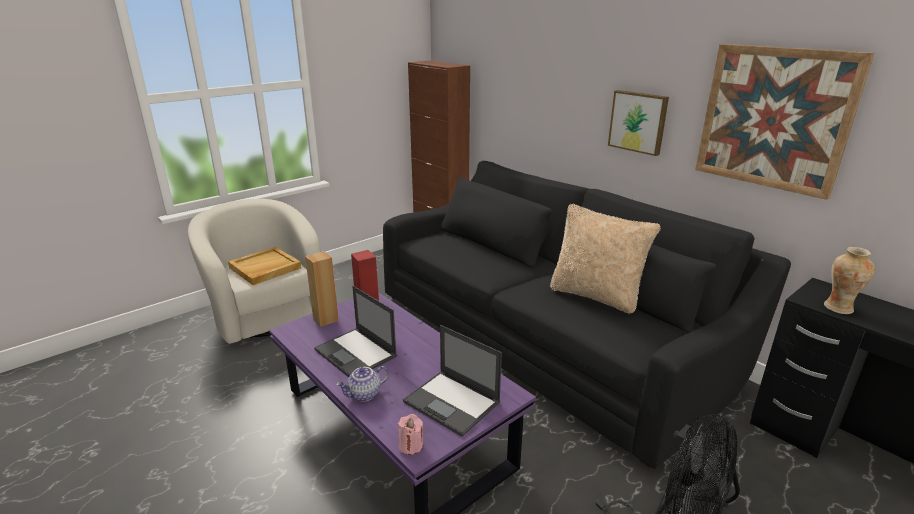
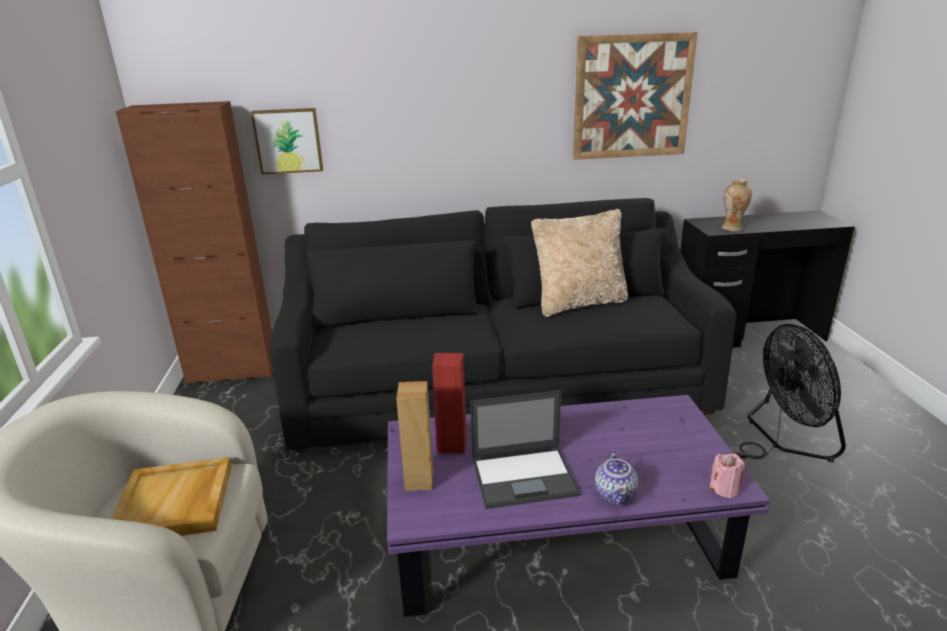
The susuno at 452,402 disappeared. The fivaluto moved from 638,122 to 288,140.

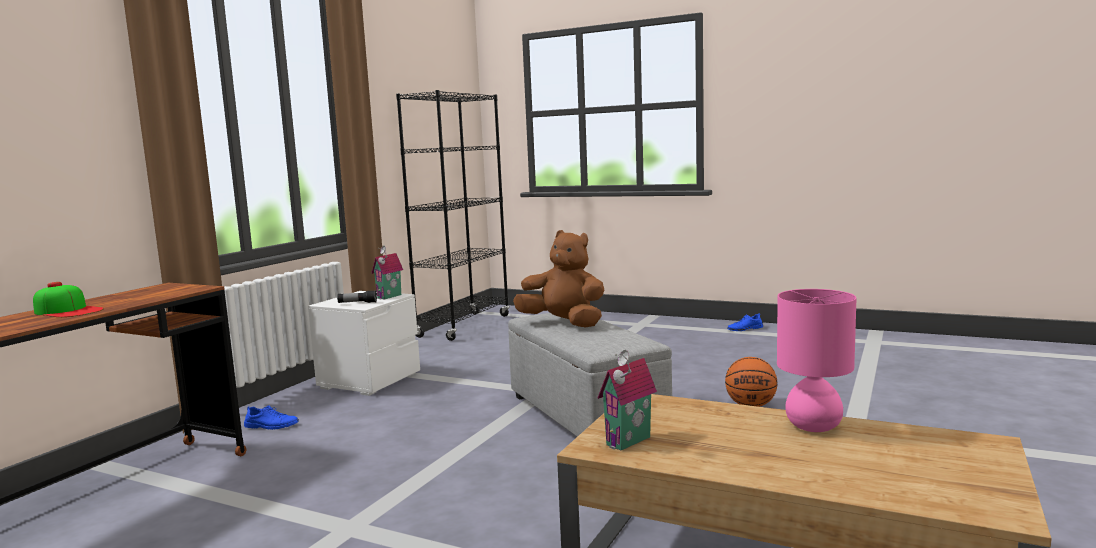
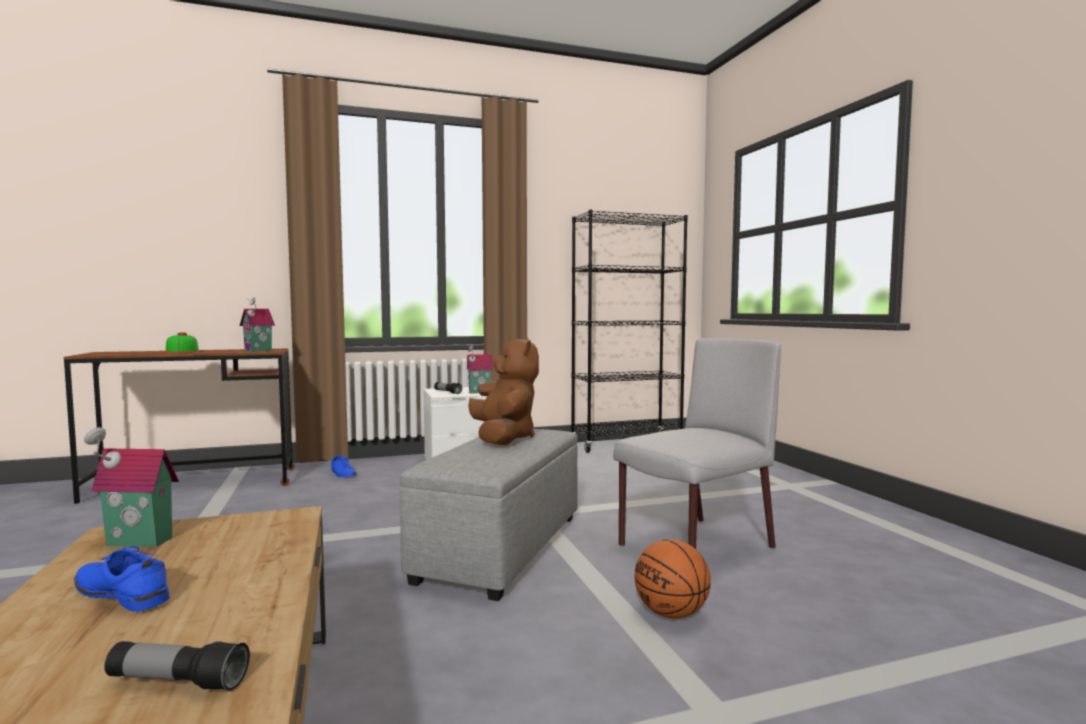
The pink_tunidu at 813,427 disappeared. The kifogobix at 177,682 appeared. The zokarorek at 259,351 appeared. The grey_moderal at 694,547 appeared. The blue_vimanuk moved from 744,329 to 122,594.

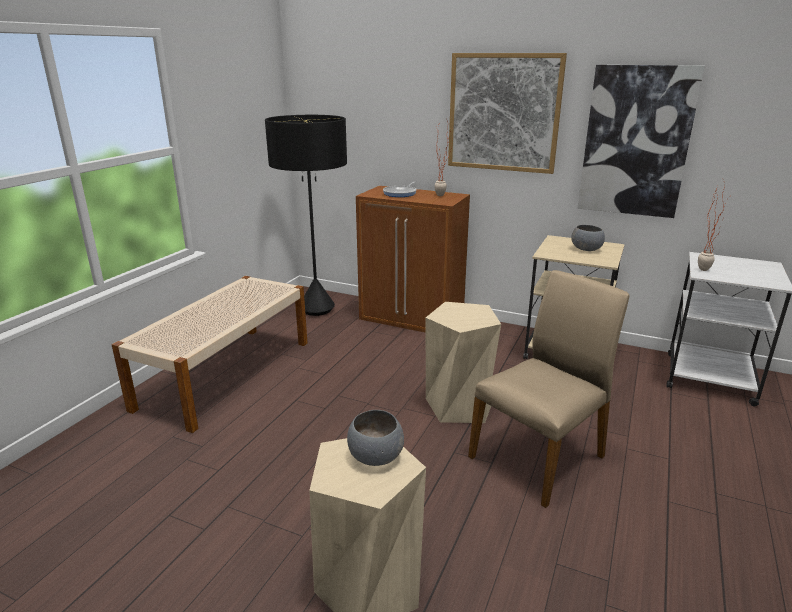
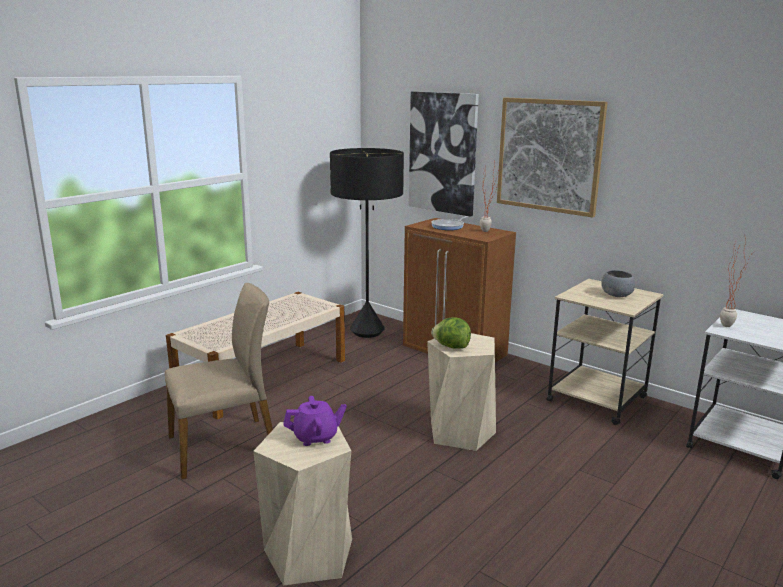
The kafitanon at 451,347 appeared. The beige_moderal moved from 539,457 to 224,445. The fivaluto moved from 636,142 to 443,153. The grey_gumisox at 375,457 was replaced by the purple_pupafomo at 316,437.

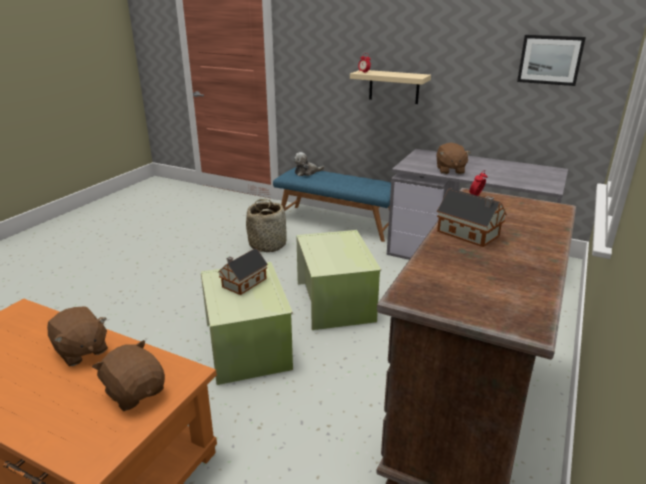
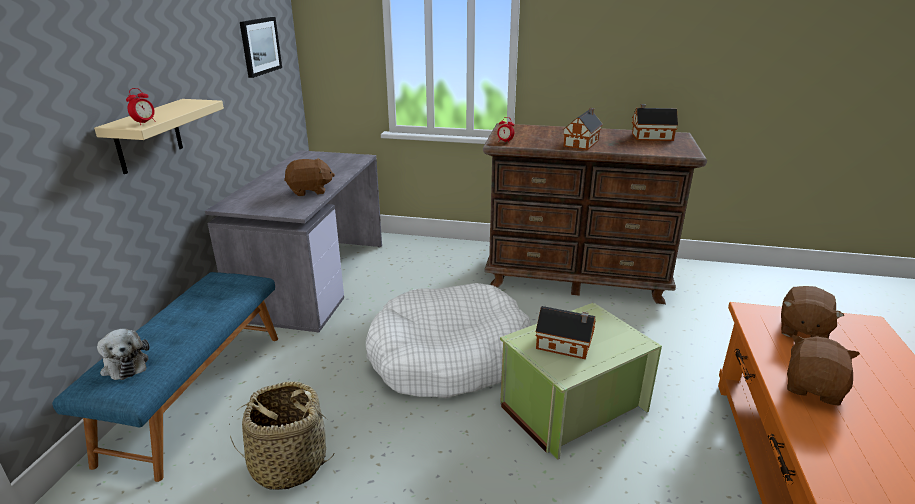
The zokarorek at 650,137 appeared. The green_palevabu at 336,301 was replaced by the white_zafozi at 448,356.

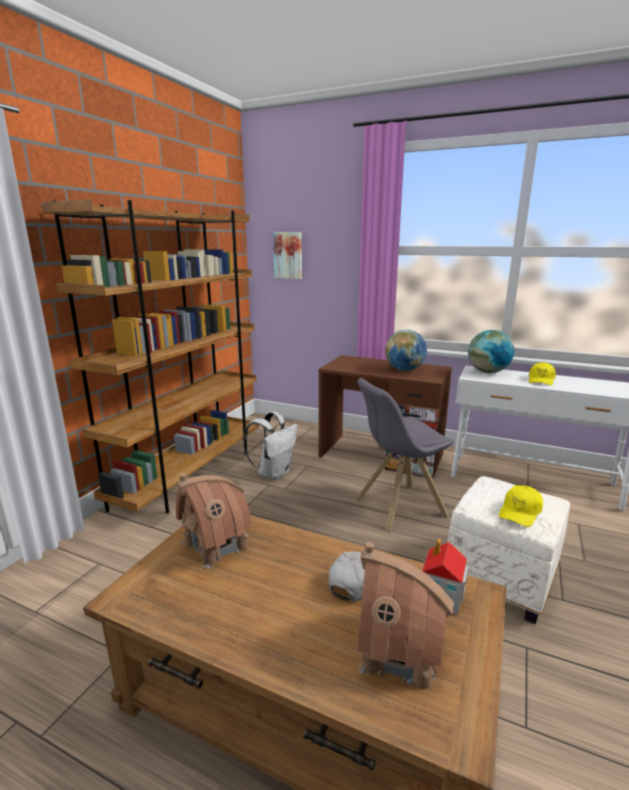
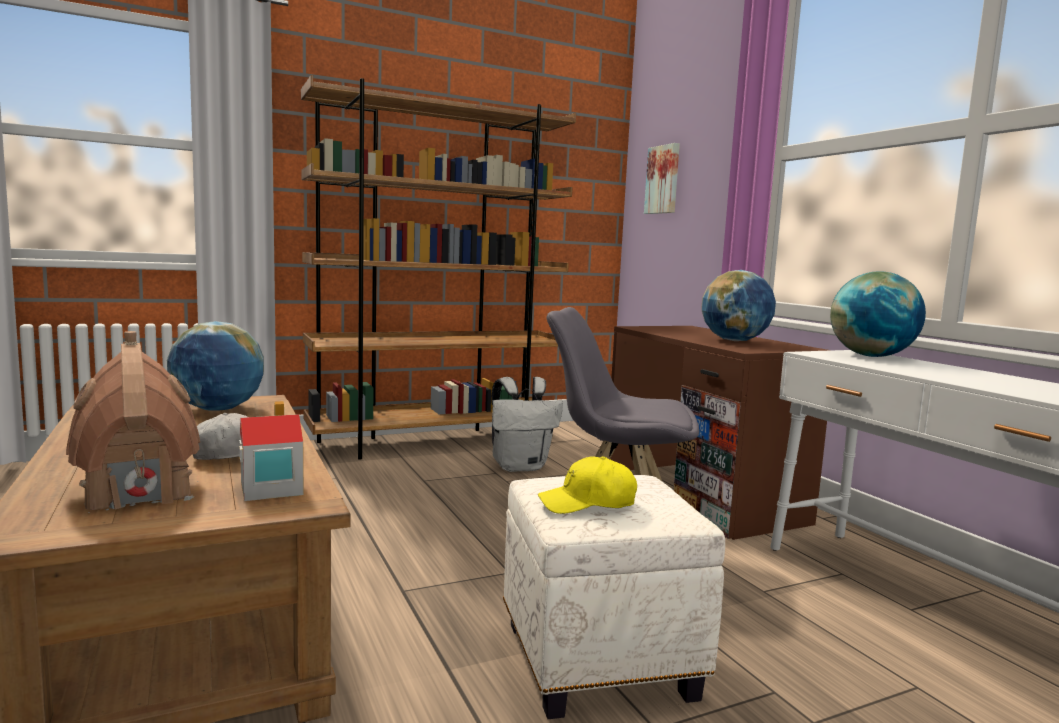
The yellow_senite at 541,380 disappeared. The zokarorek at 216,545 was replaced by the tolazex at 218,409.

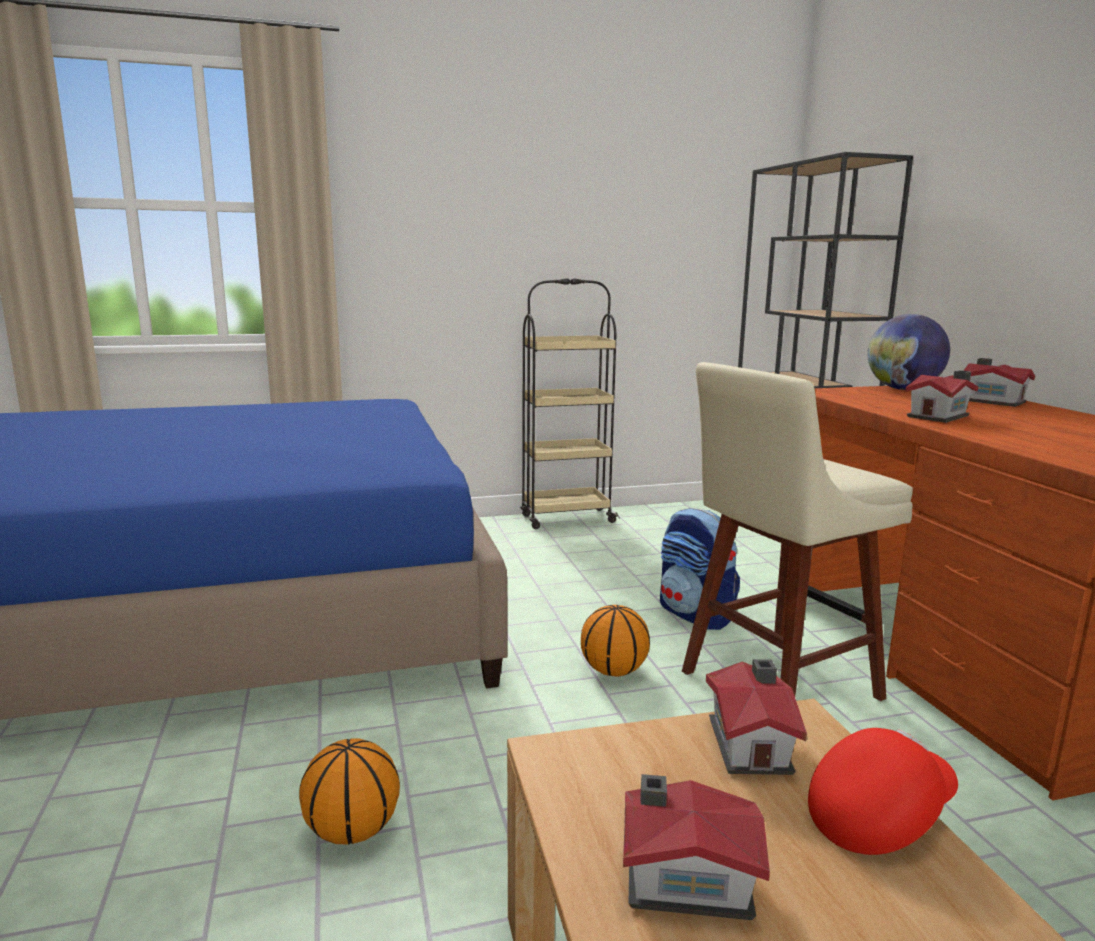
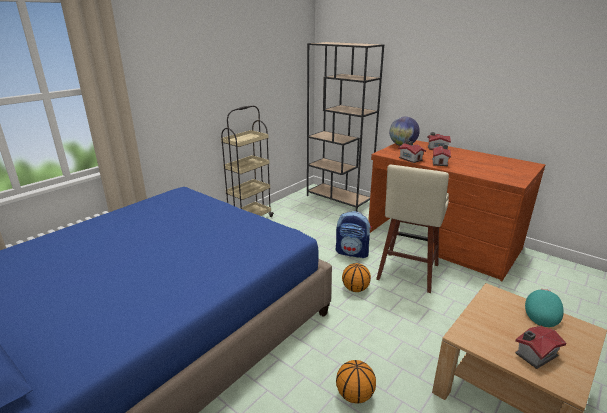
The zokarorek moved from 751,744 to 410,159. The red_senite at 878,814 became the turquoise_senite at 540,313.

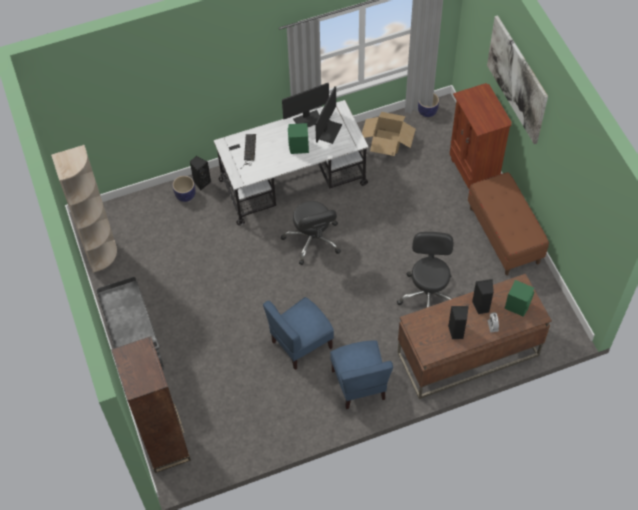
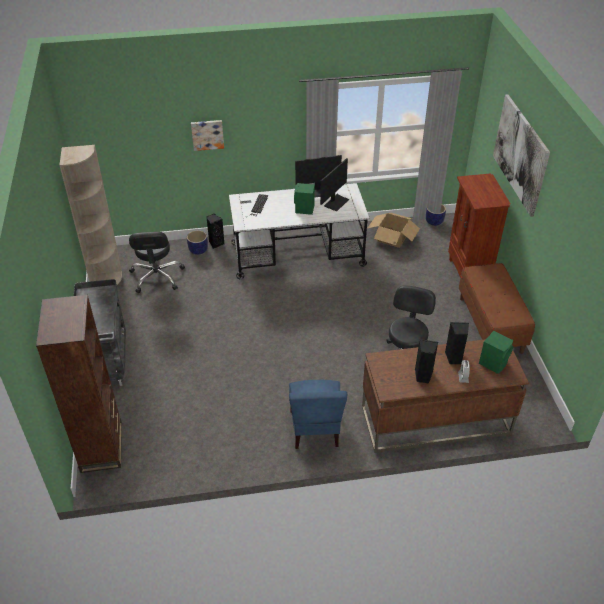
The blue_moderal at 301,344 disappeared. The fivaluto at 207,134 appeared. The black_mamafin moved from 313,242 to 157,278.

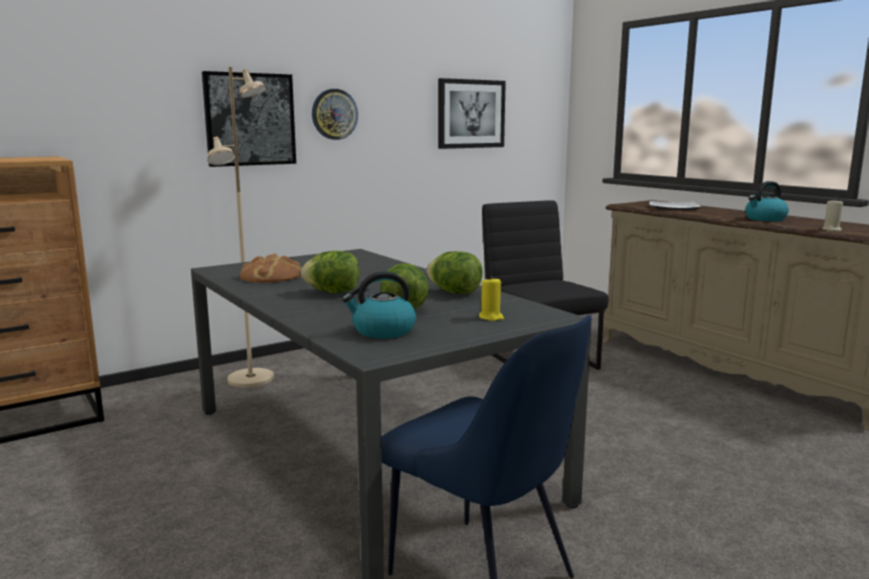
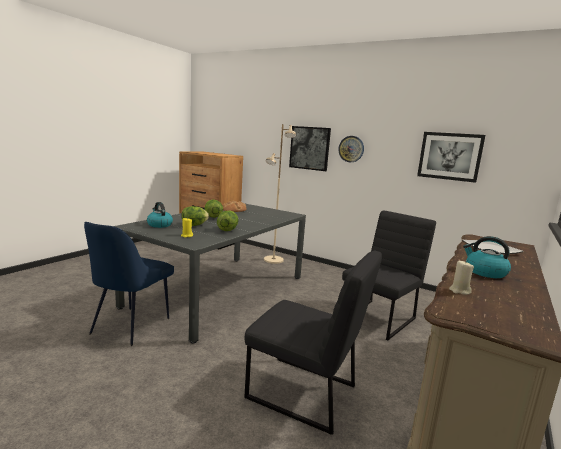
The black_moderal at 304,393 appeared.

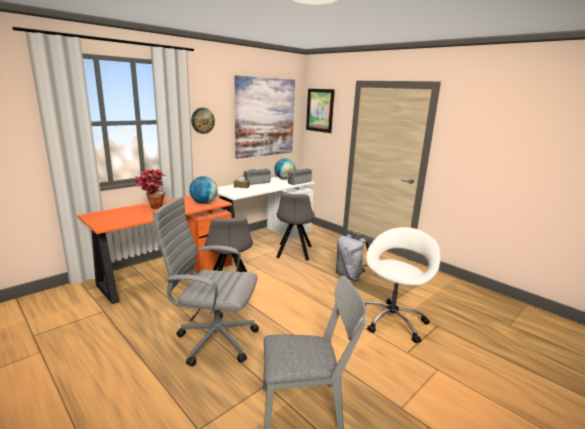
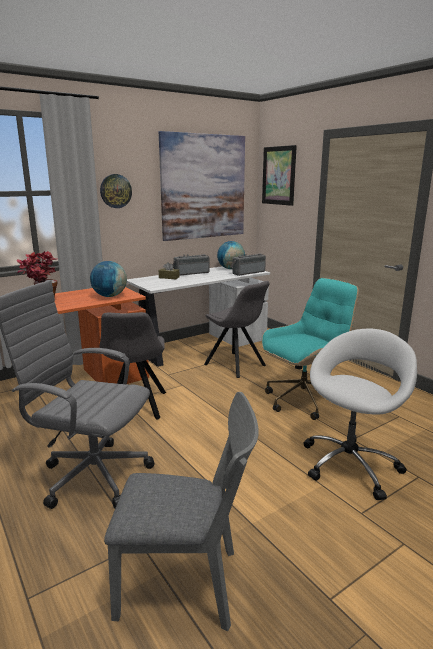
The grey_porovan at 350,276 was replaced by the turquoise_mamafin at 304,399. The grey_moderal at 294,252 turned 60 degrees counterclockwise.

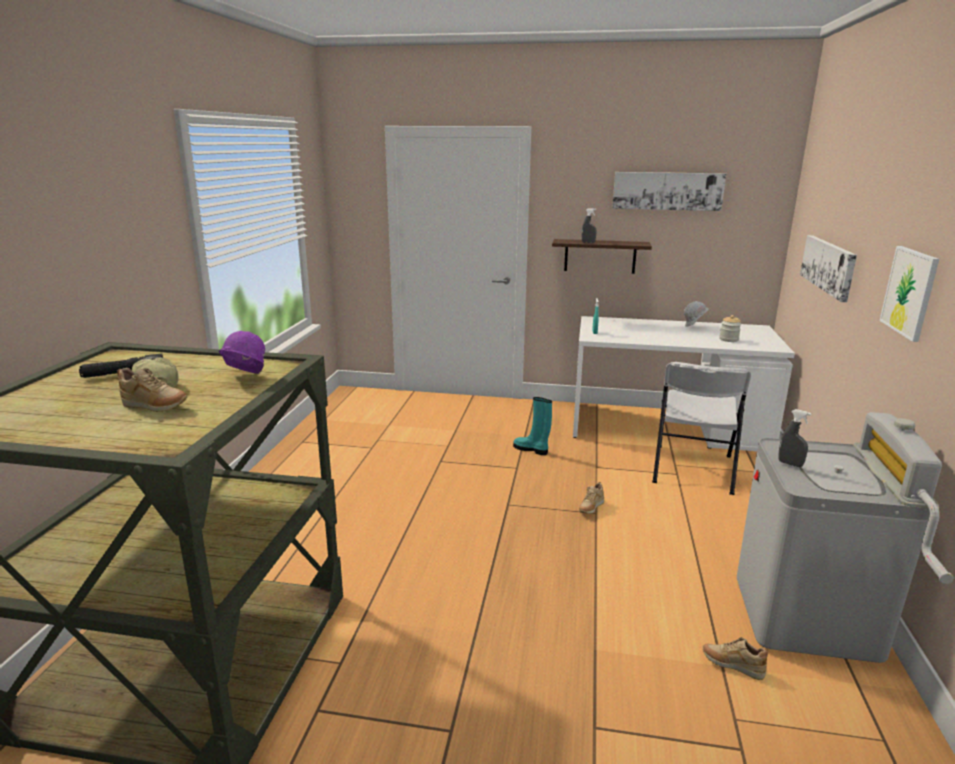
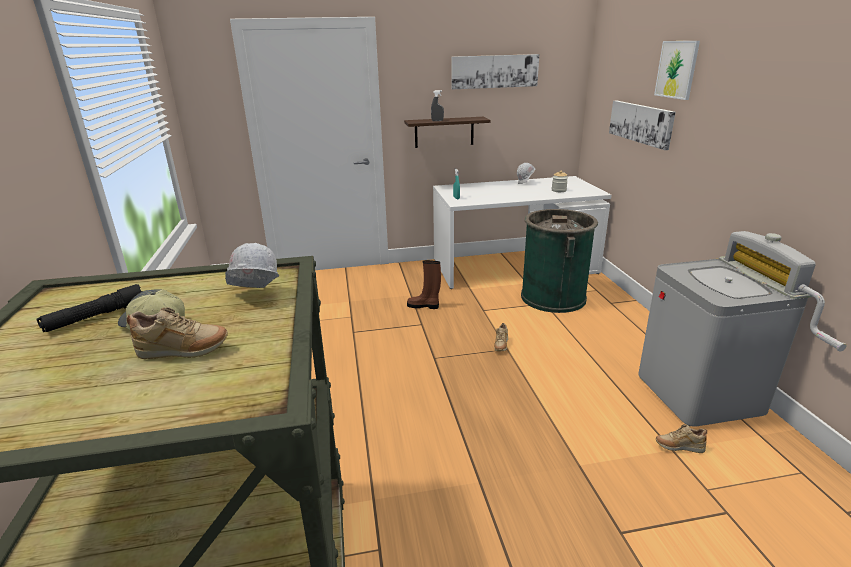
The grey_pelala at 790,464 disappeared. The fivaluto moved from 909,292 to 677,69. The white_moderal at 692,469 was replaced by the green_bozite at 553,297. The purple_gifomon at 244,379 became the white_gifomon at 254,297. The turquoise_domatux at 531,449 became the brown_domatux at 424,306.

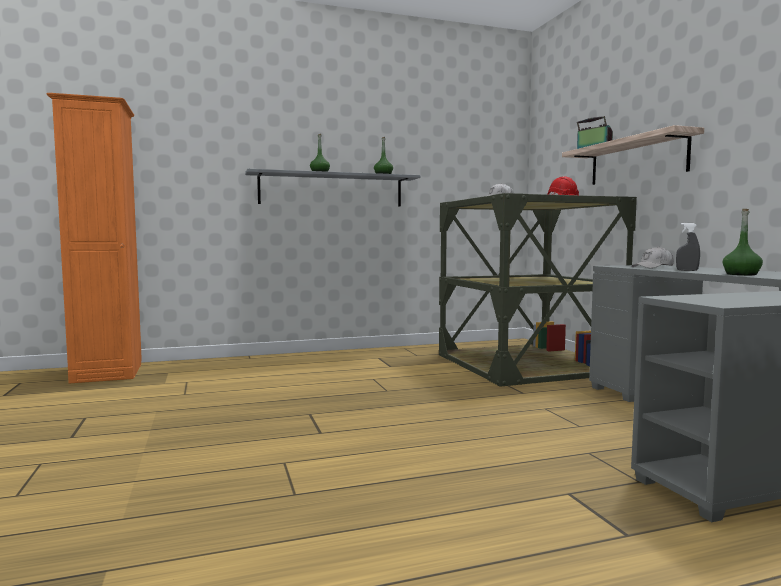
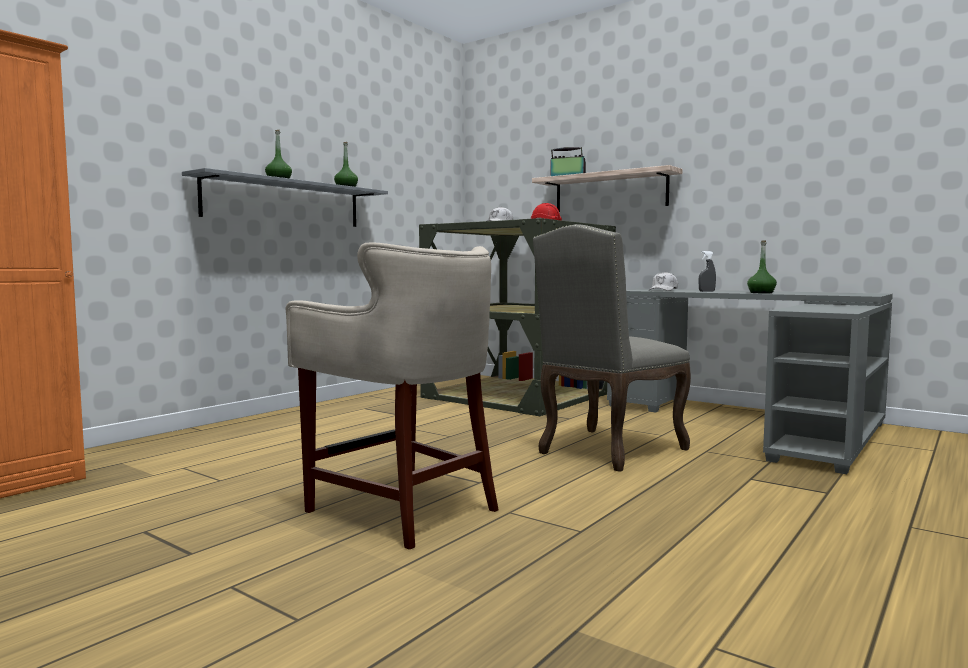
The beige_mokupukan at 403,509 appeared. The grey_moderal at 606,450 appeared.

